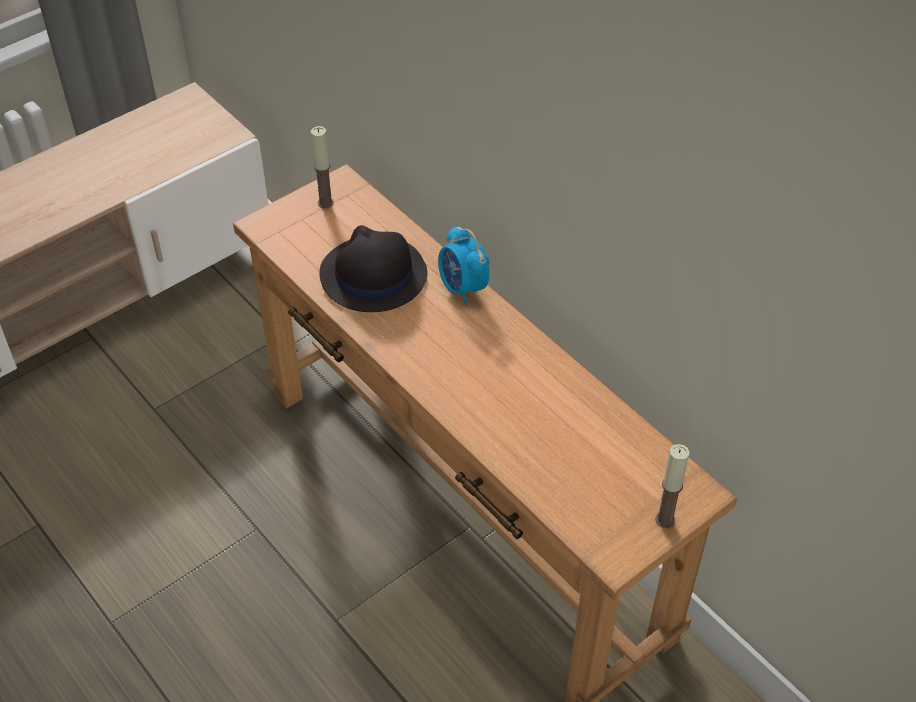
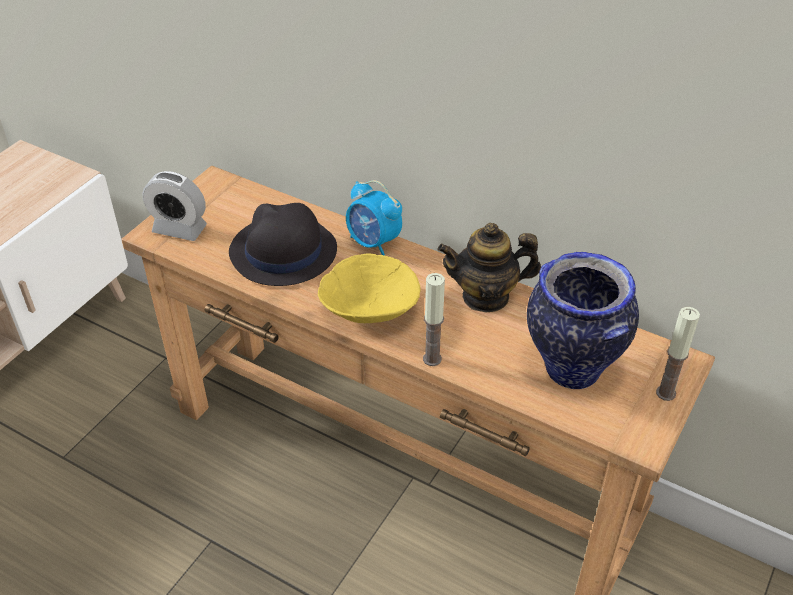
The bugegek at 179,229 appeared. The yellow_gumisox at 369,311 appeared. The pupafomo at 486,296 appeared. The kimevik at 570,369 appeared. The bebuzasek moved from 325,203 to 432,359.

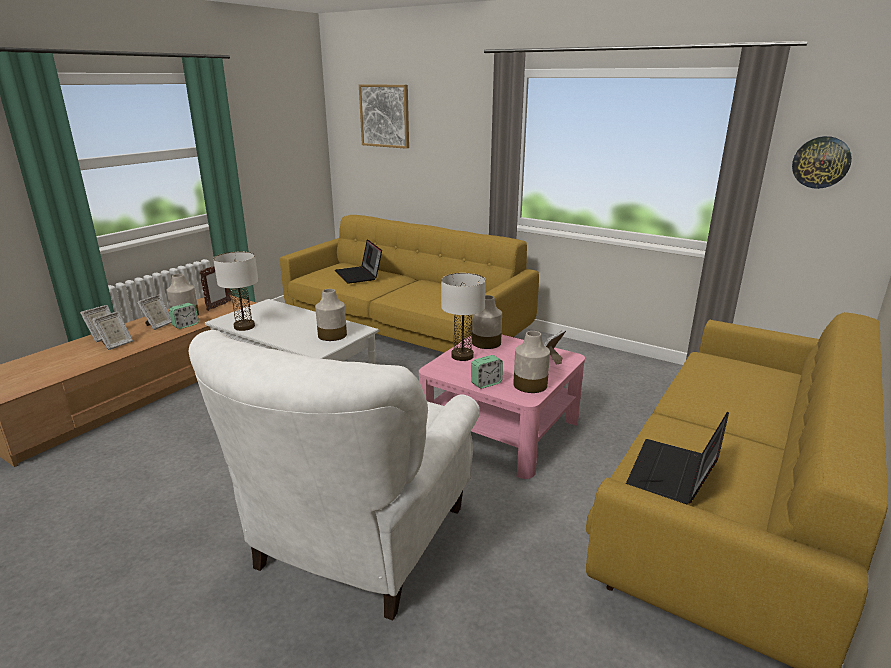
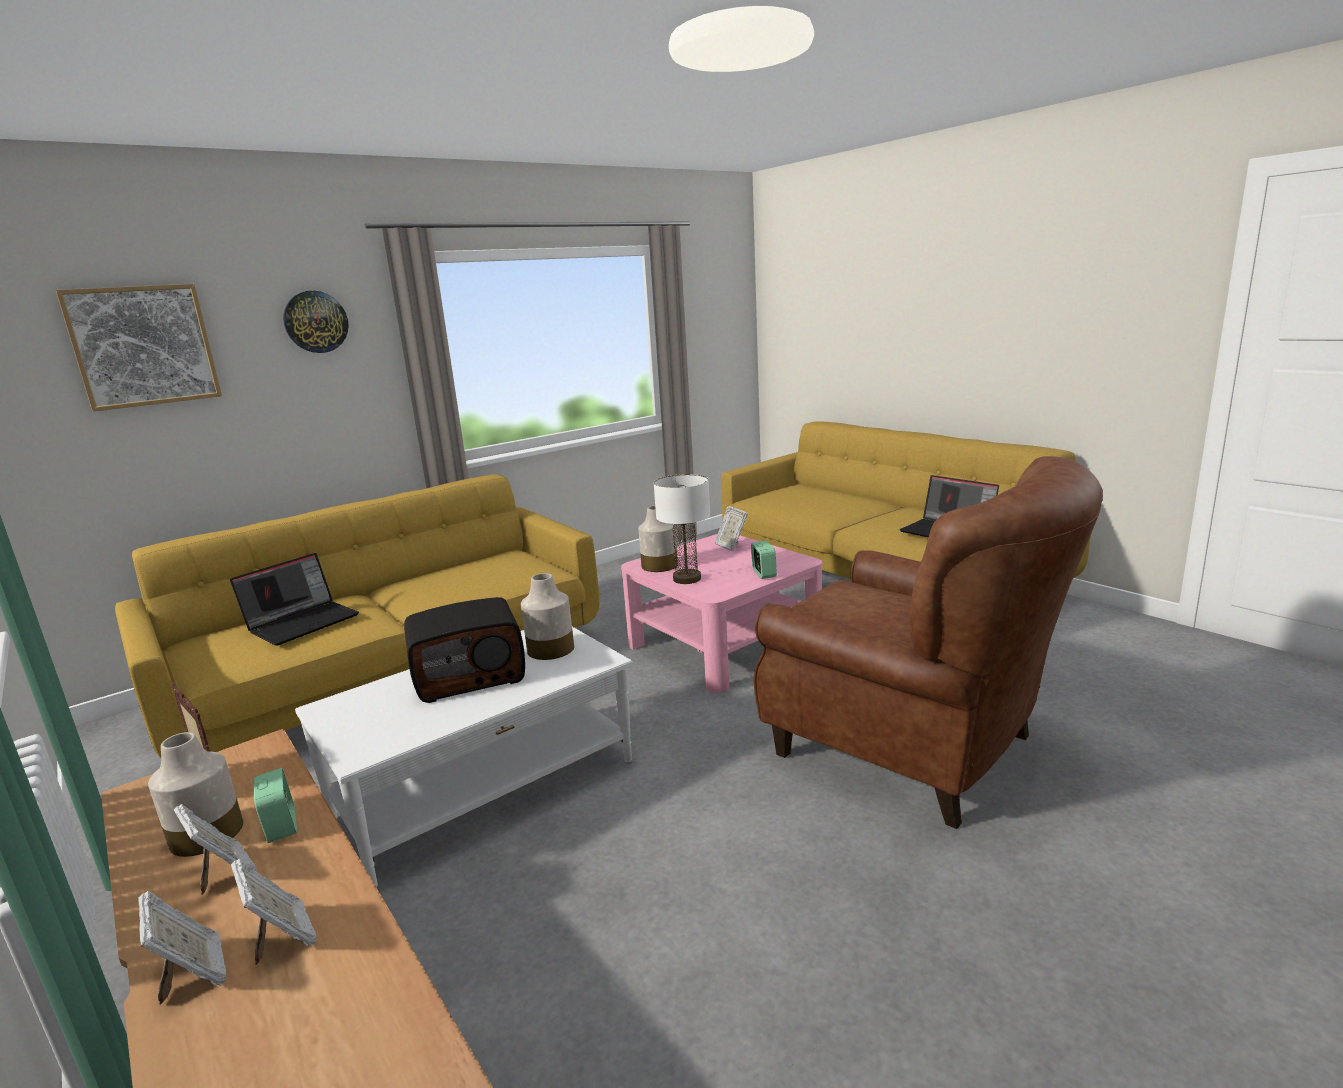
The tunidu at 244,327 disappeared. The beige_kimevik at 530,385 disappeared. The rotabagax at 470,676 appeared. The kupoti moved from 821,162 to 316,322. The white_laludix at 357,543 became the brown_laludix at 914,749. The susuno at 359,275 turned 45 degrees counterclockwise.

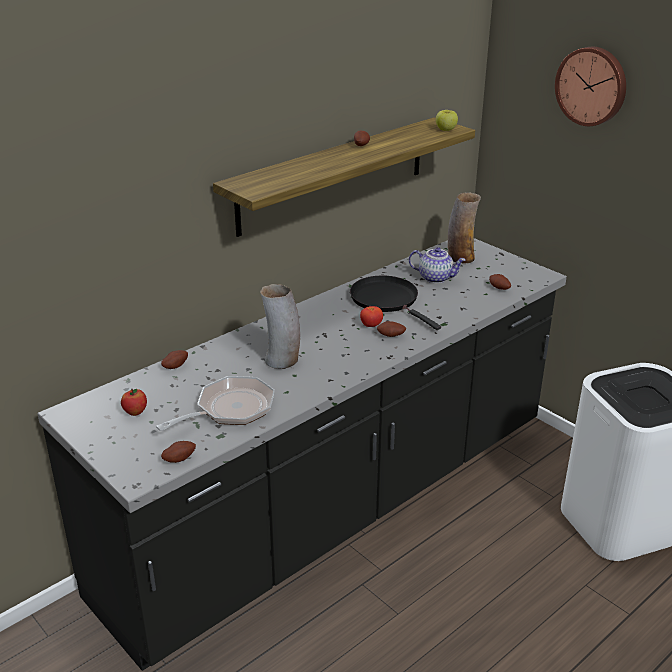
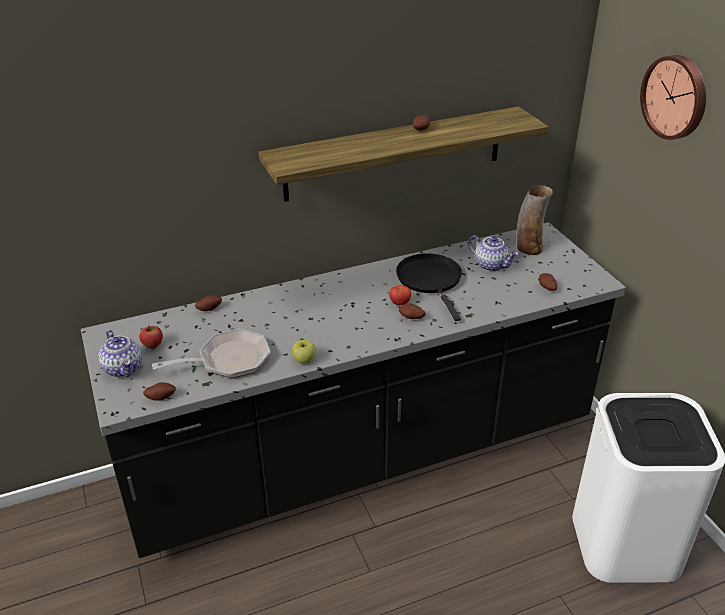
The kimevik at 282,360 disappeared. The pupafomo at 123,368 appeared. The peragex moved from 446,130 to 304,360.

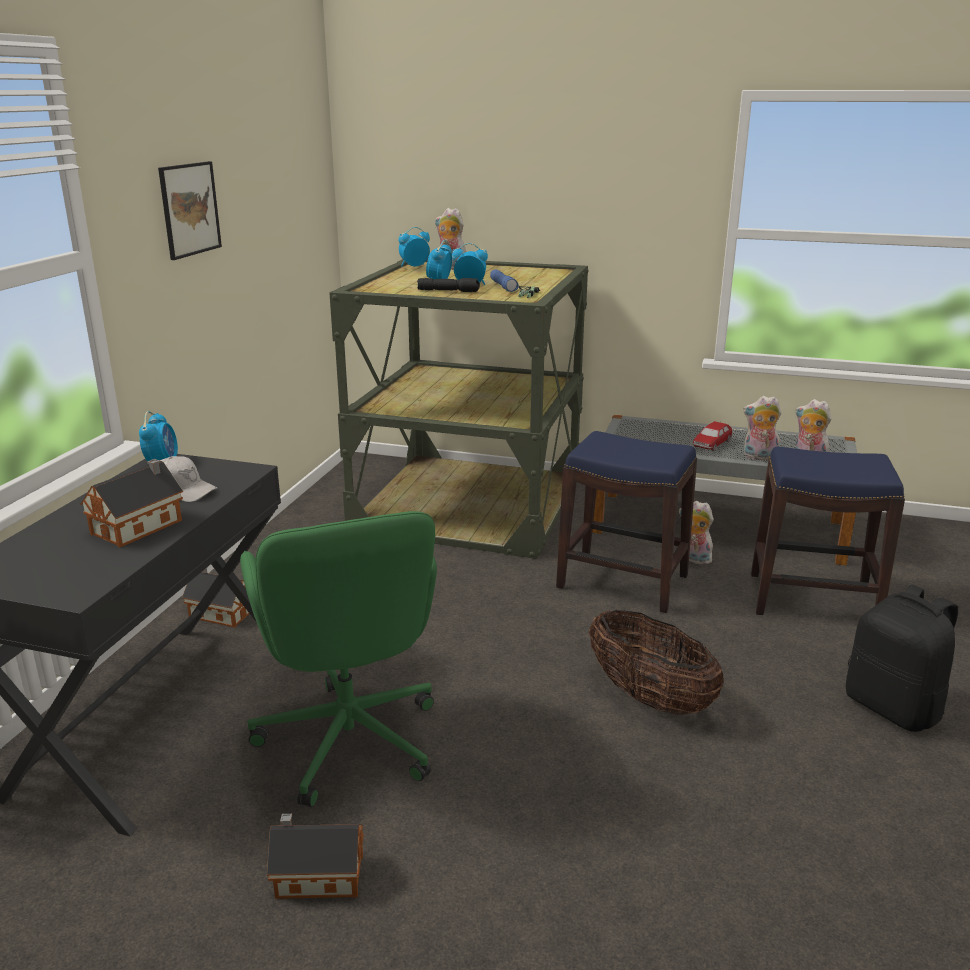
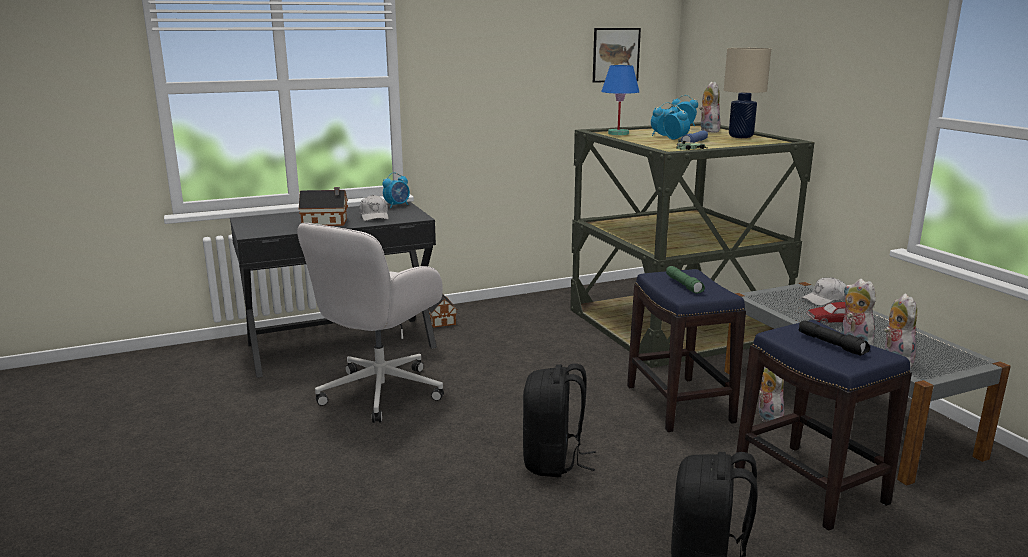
The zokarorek at 316,875 disappeared. The blue_tunidu at 619,133 appeared. The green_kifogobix at 684,285 appeared. The beige_tunidu at 740,137 appeared. The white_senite at 824,299 appeared. The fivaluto moved from 190,209 to 616,55. The black_kifogobix moved from 449,291 to 832,344. The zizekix at 649,697 was replaced by the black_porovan at 554,461. The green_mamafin at 348,741 became the white_mamafin at 381,392.

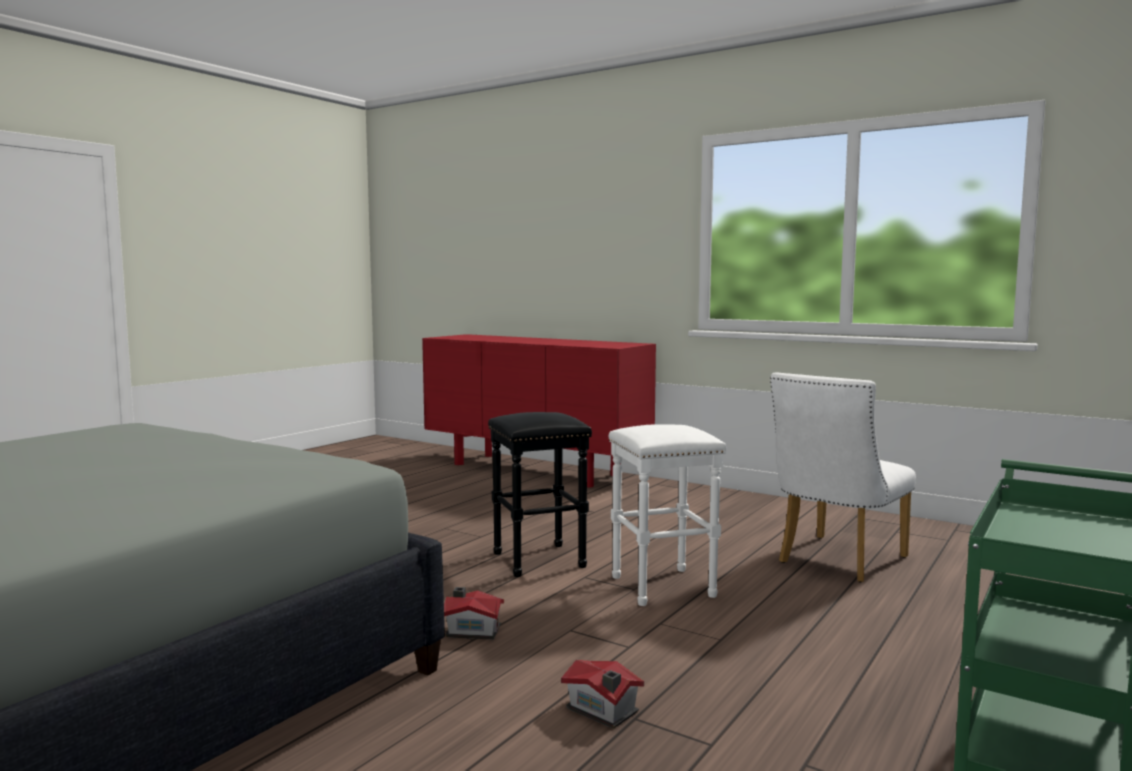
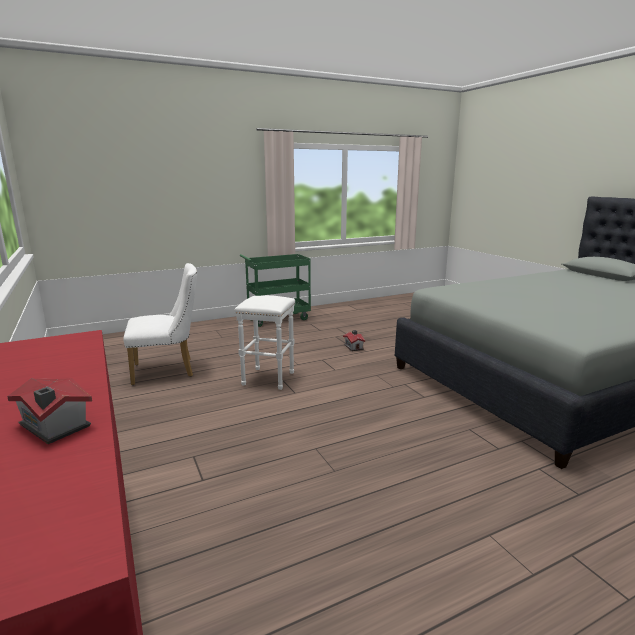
The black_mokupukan at 541,560 disappeared. The zokarorek moved from 472,630 to 53,427.

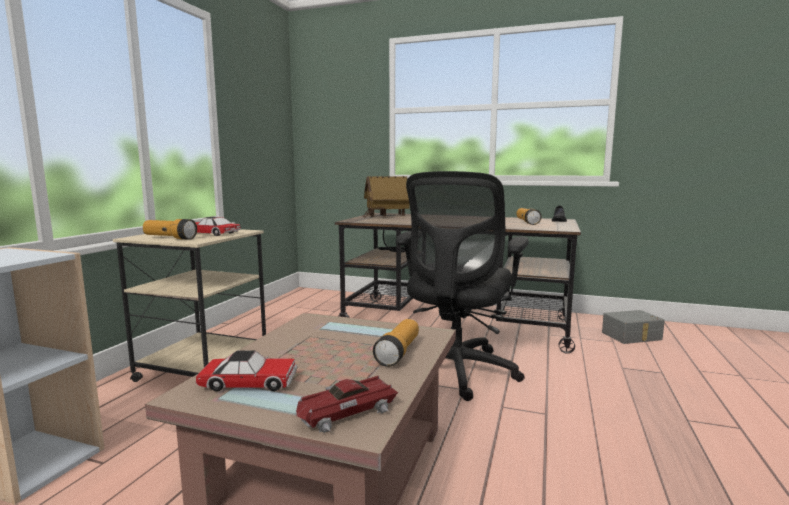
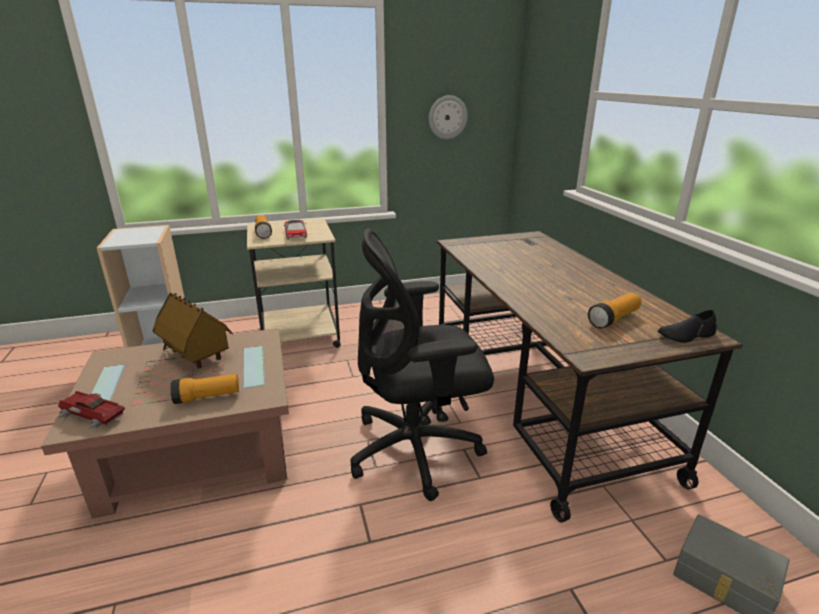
The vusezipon at 249,382 disappeared. The kupoti at 447,117 appeared. The zokarorek moved from 386,216 to 196,356.

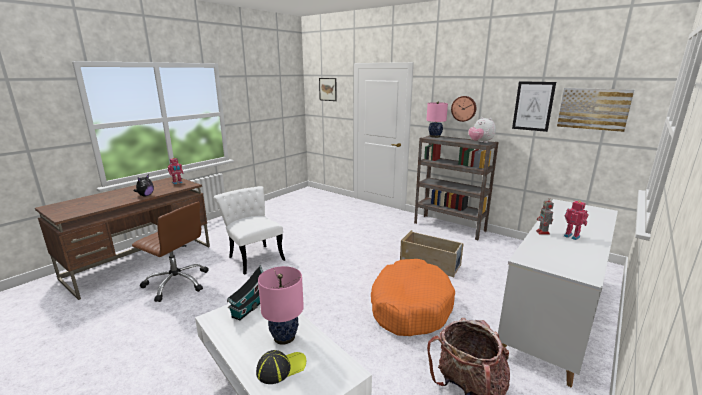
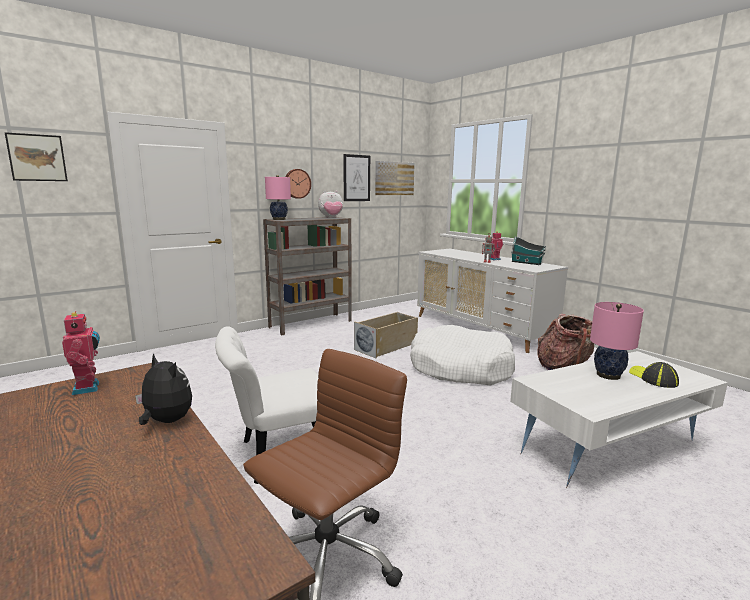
The zokarorek moved from 248,308 to 527,263. The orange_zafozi at 410,306 became the white_zafozi at 460,368.

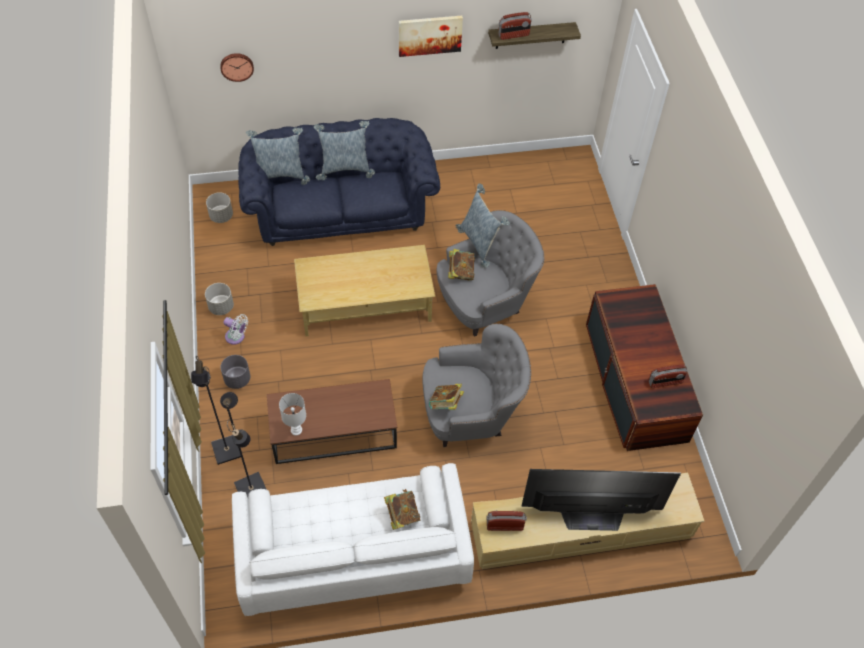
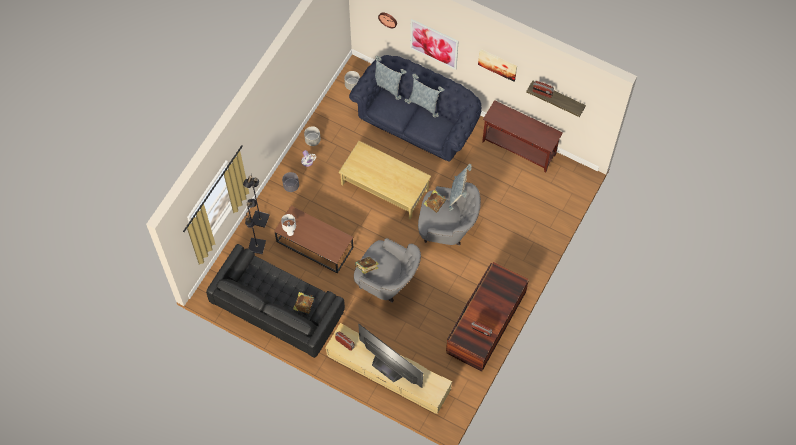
The fivaluto at 434,44 appeared. The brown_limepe at 519,148 appeared. The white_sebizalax at 353,553 became the black_sebizalax at 278,308.

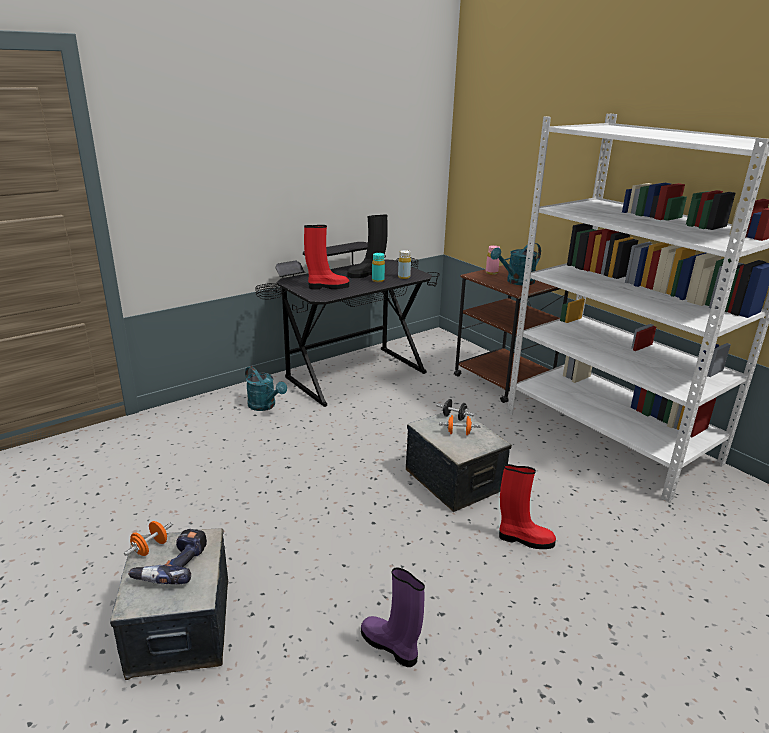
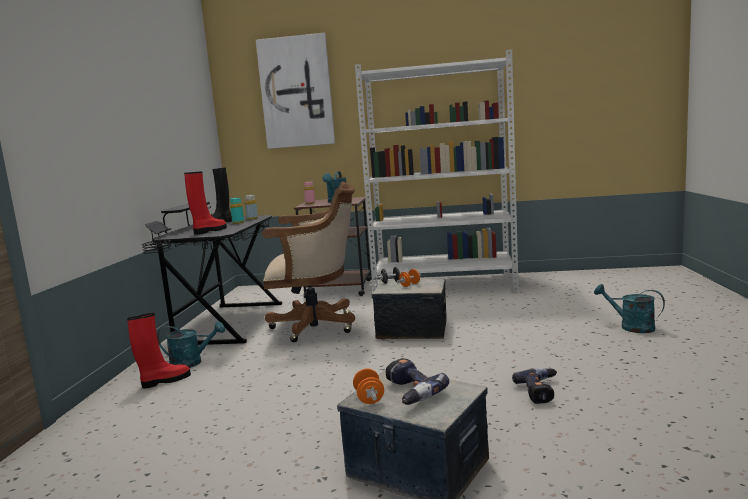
The fivaluto at 296,92 appeared. The mamafin at 318,326 appeared. The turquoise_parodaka at 631,327 appeared. The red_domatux moved from 524,539 to 164,381. The purple_domatux at 391,646 was replaced by the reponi at 541,391.

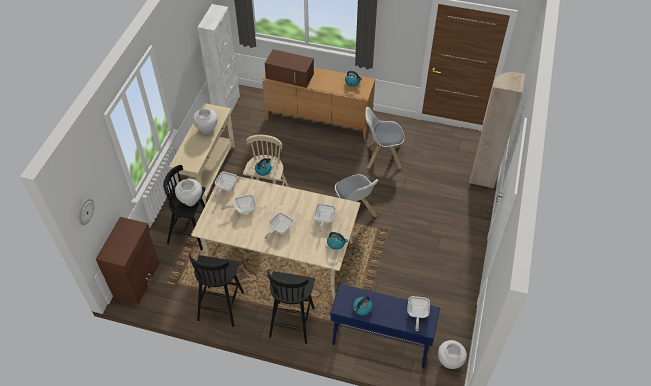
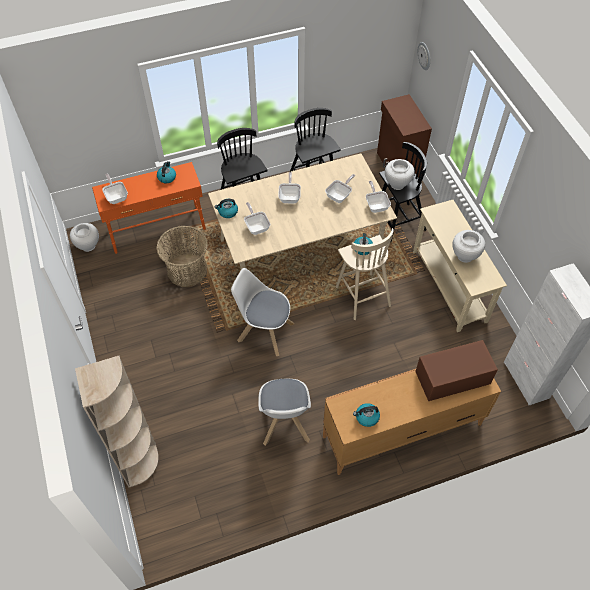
The zizekix at 187,270 appeared. The blue_limepe at 381,341 became the orange_limepe at 157,230. The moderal at 382,156 turned 120 degrees clockwise.

